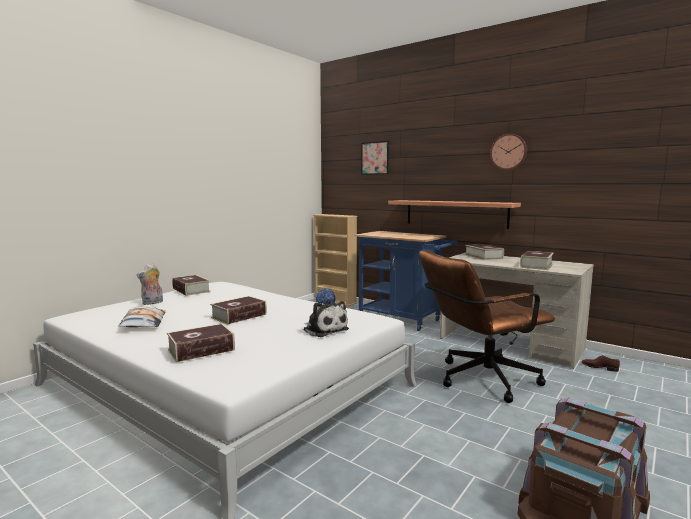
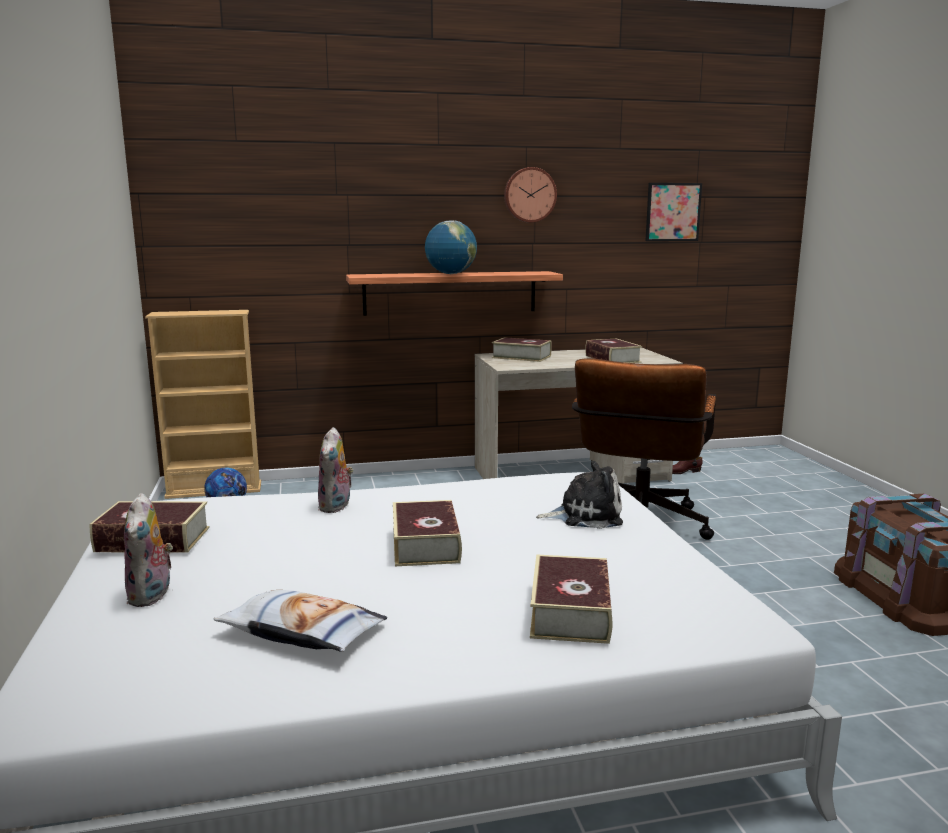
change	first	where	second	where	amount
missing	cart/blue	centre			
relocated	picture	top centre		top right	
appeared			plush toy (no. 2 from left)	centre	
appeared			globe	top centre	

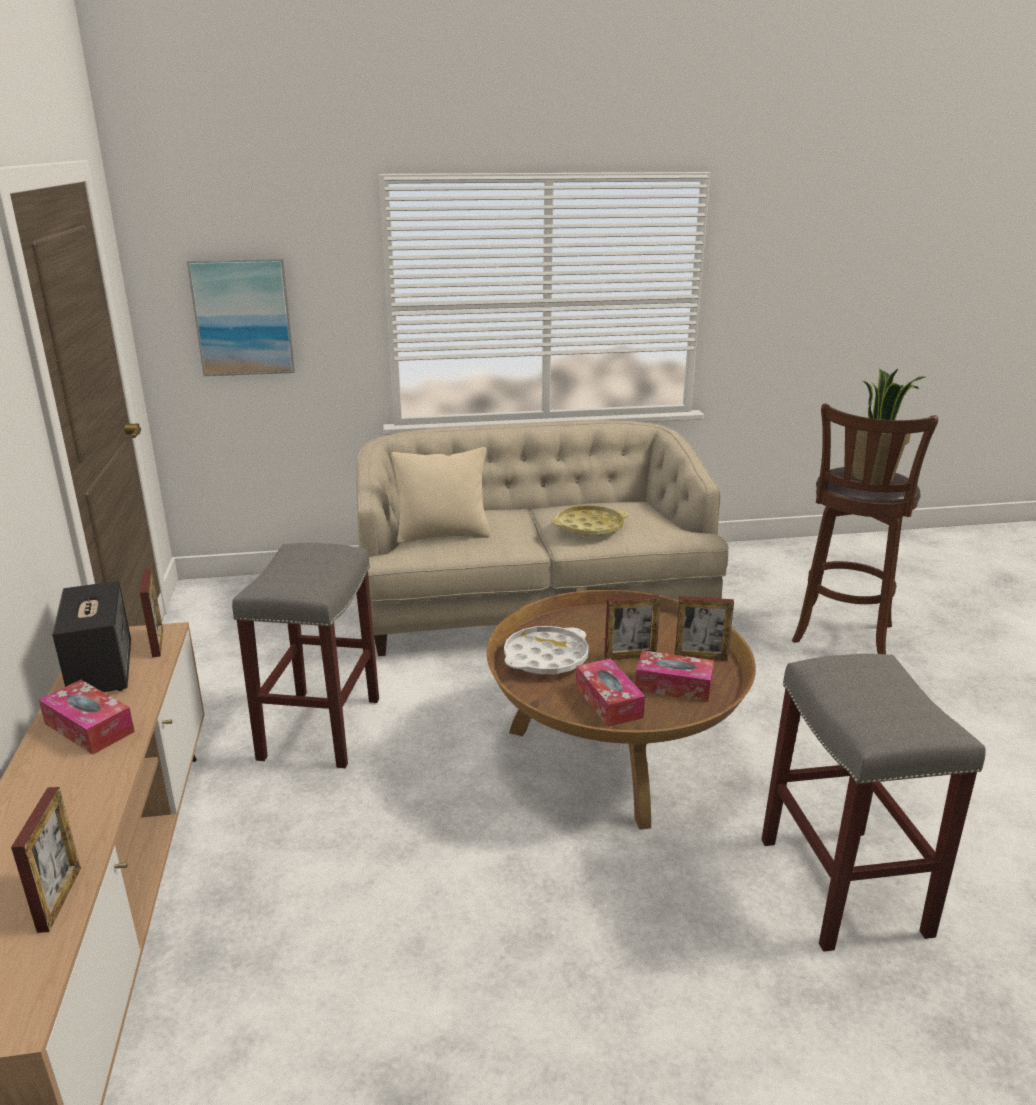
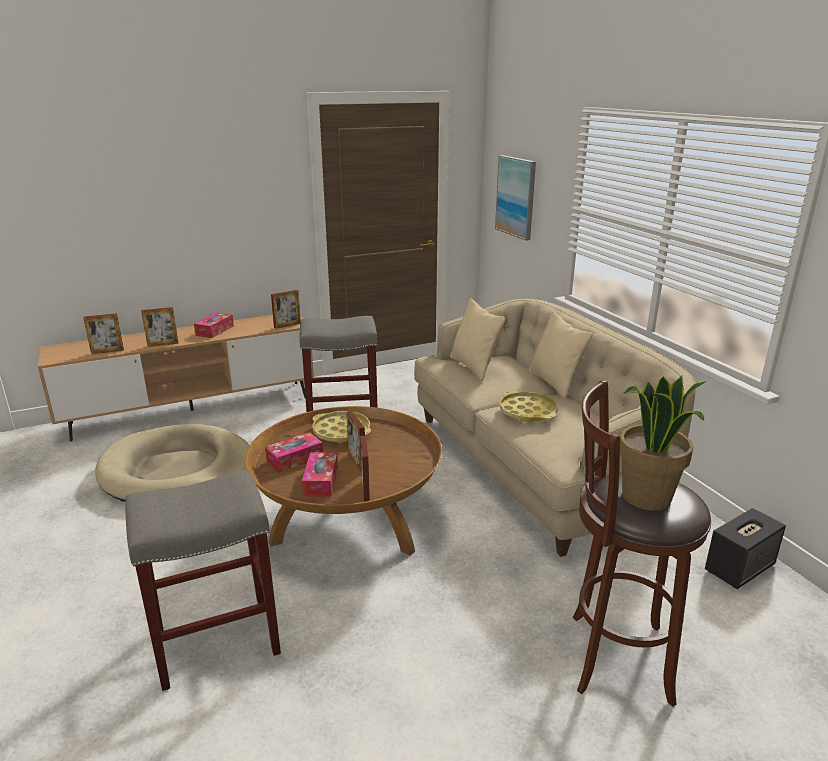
change	first	where	second	where	amount
relocated	speaker	middle left		bottom right	
colour	tray/white	centre	tray/yellow (no. 1 from left)	centre	
appeared			dog bed/beige	middle left	
appeared			picture frame (no. 2 from left)	middle left	
appeared			pillow/beige (no. 2 from left)	middle right	

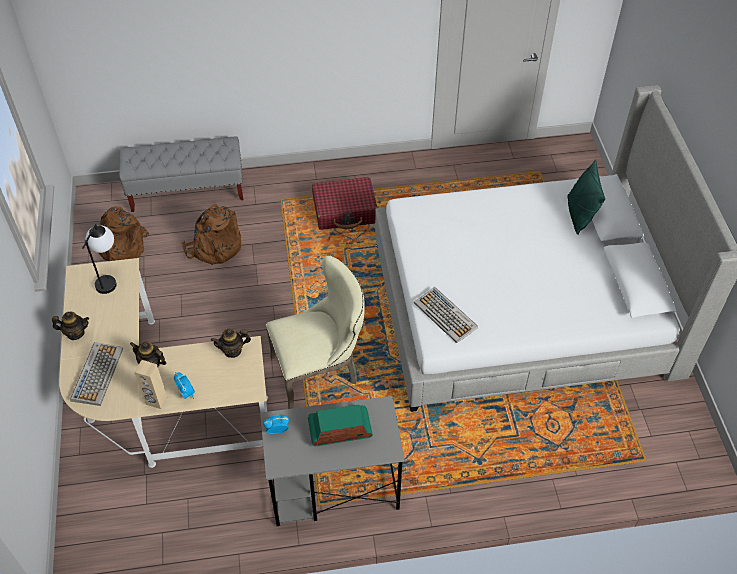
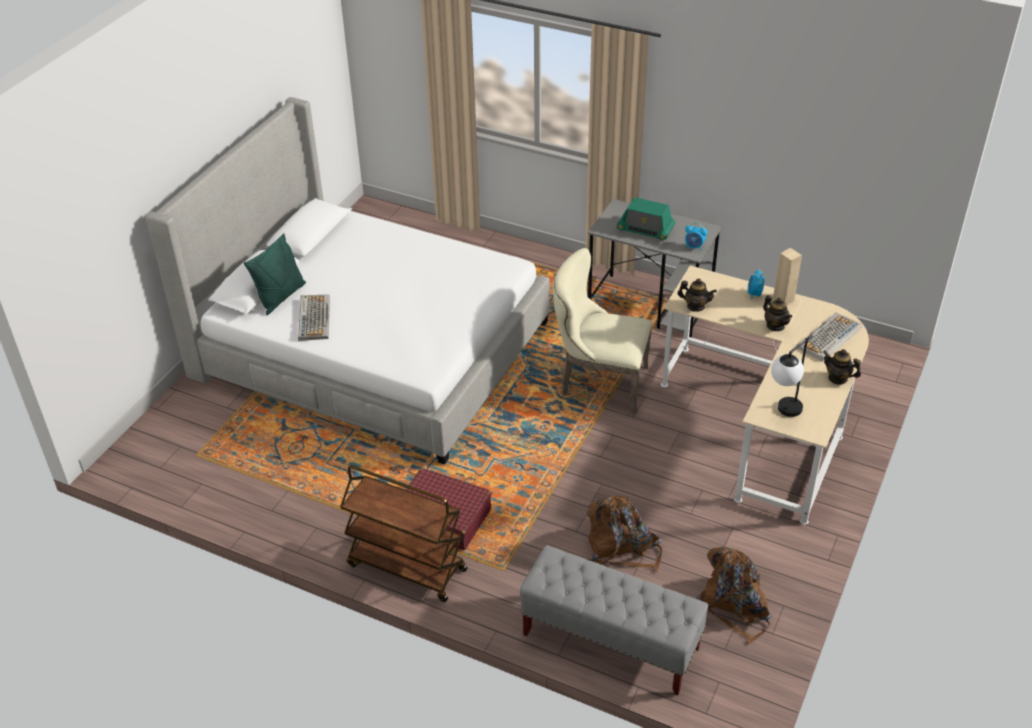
change	first	where	second	where	amount
relocated	keyboard (no. 2 from left in the first image)	centre	keyboard (no. 1 from left)	middle left	
appeared			cart/brown	bottom centre	

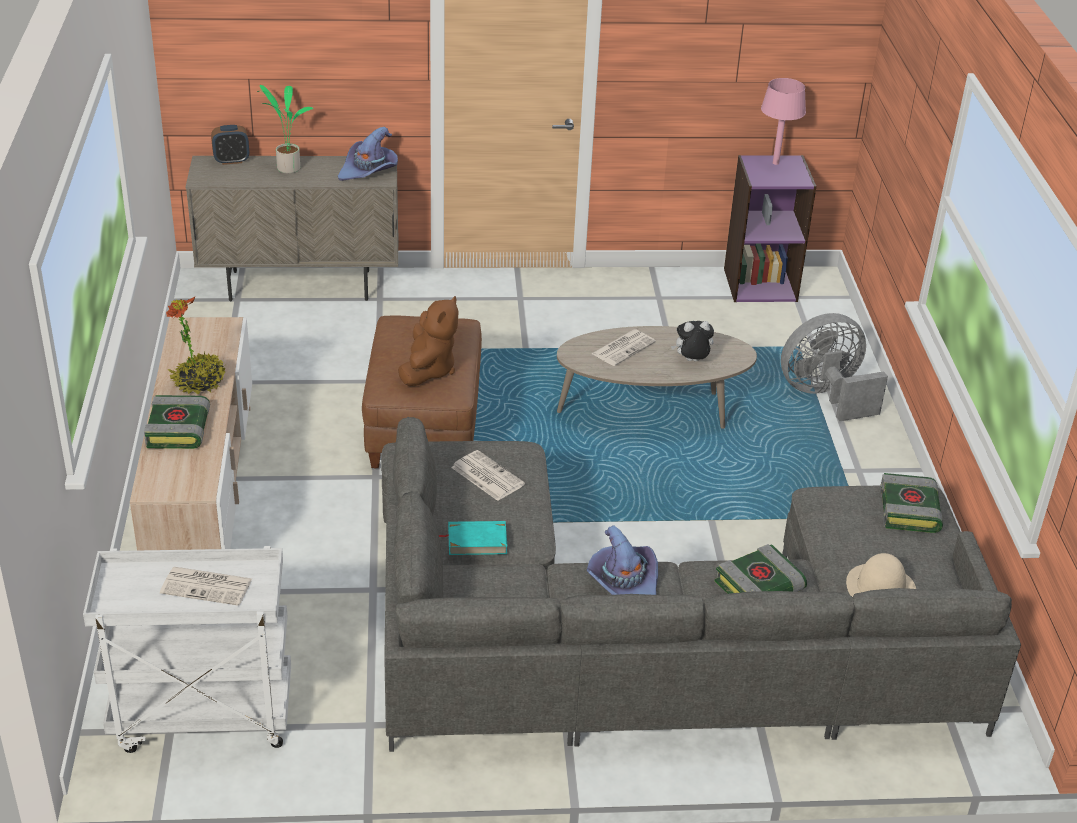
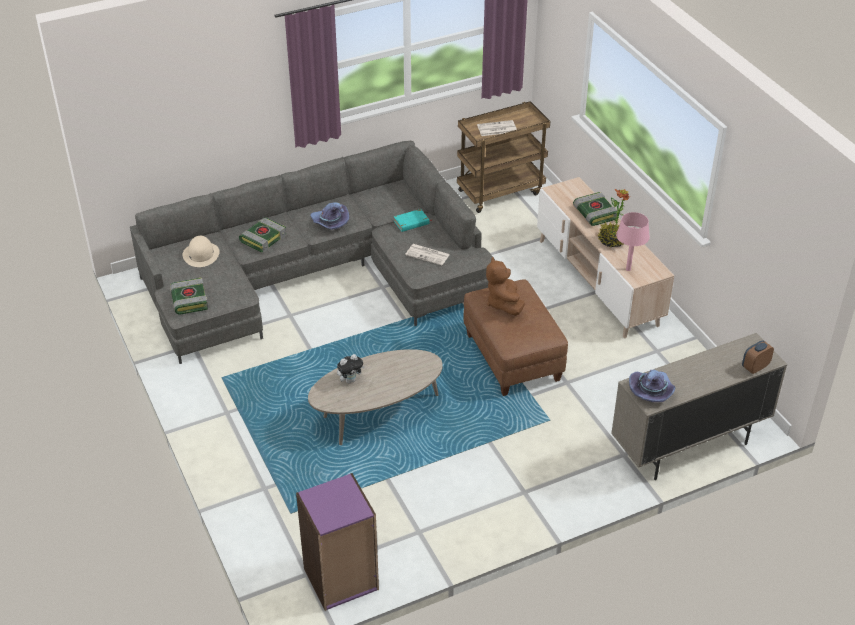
change	first	where	second	where	amount
colour	cart/white	bottom left	cart/brown	top centre	
missing	potted plant (no. 2 from left)	top left			
missing	newspaper (no. 3 from left)	centre			
relocated	table lamp/pink	top right		middle right	
missing	fan/grey	middle right			

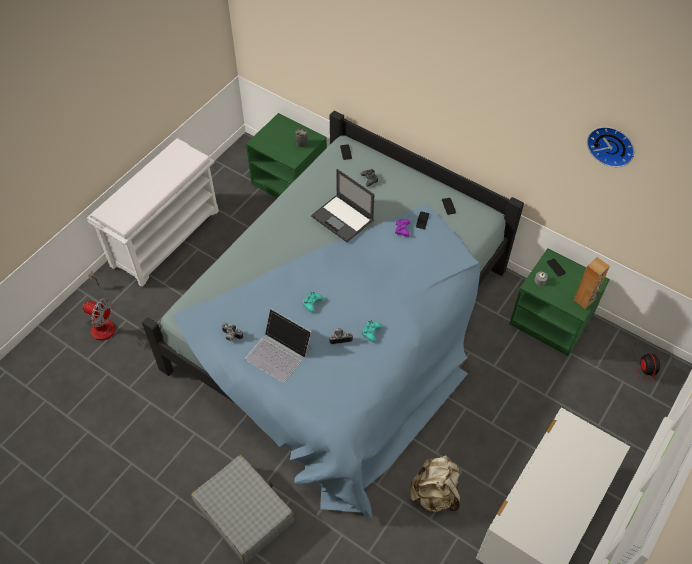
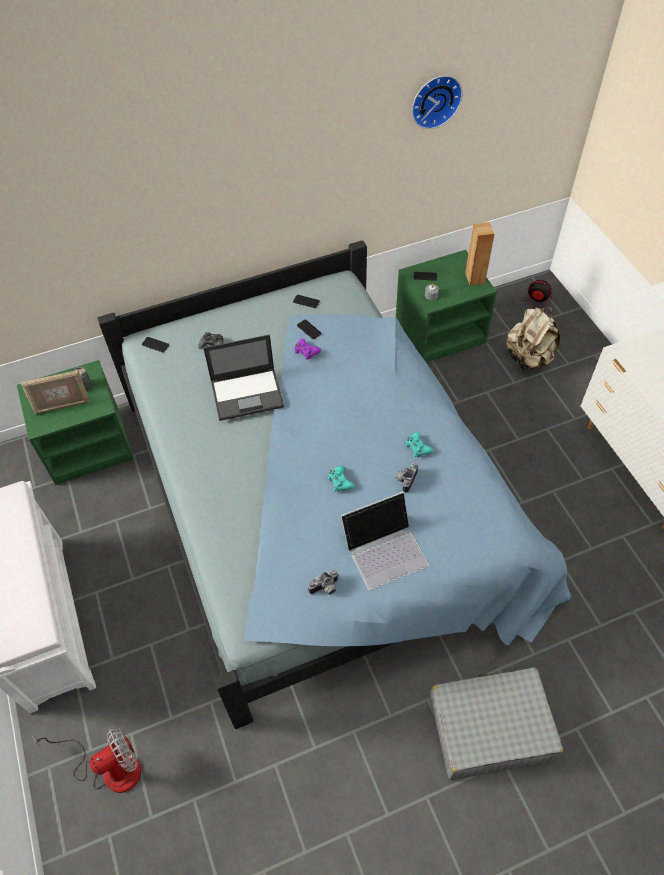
change	first	where	second	where	amount
relocated	backpack/beige	bottom centre		middle right	
appeared			picture frame	middle left	

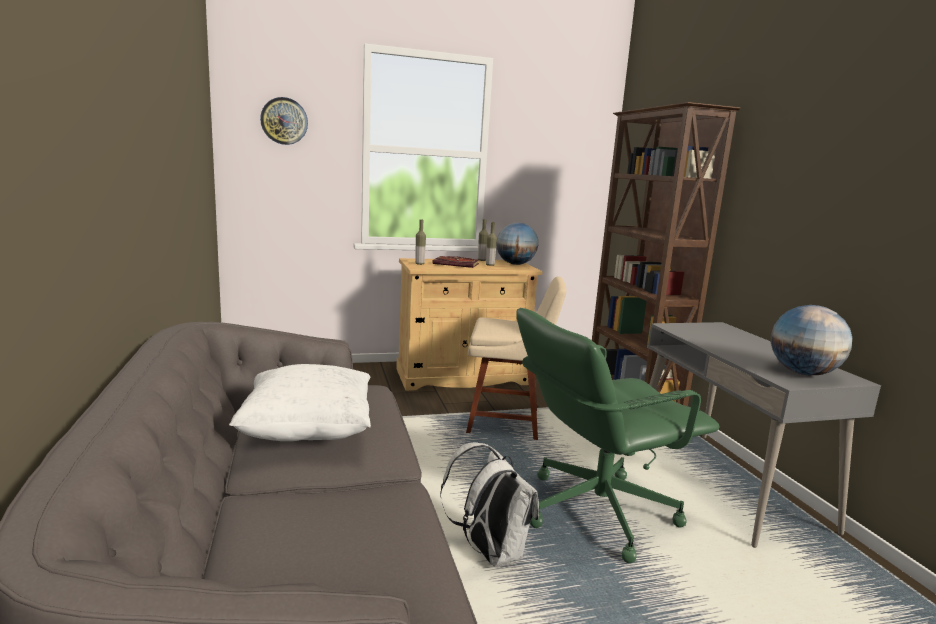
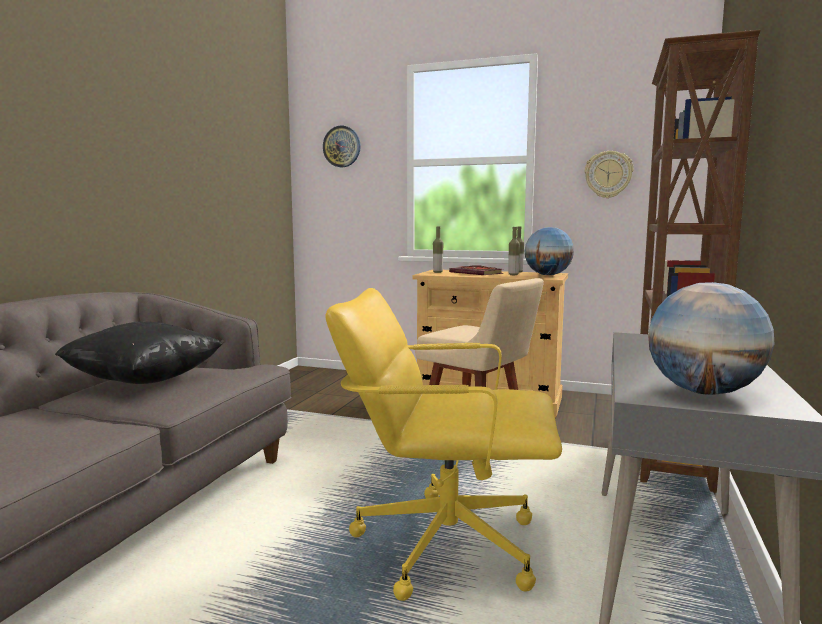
change	first	where	second	where	amount
colour	pillow/white	middle left	pillow/black	middle left	
missing	backpack/white	bottom centre			
colour	office chair/green	bottom centre	office chair/yellow	bottom centre	
appeared			wall clock (no. 2 from left)	top right	

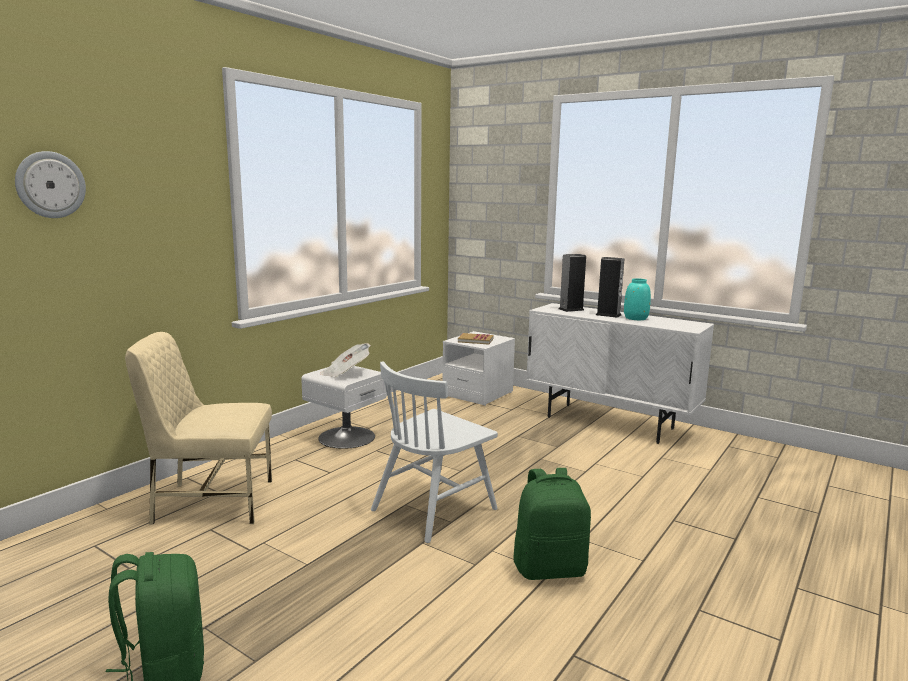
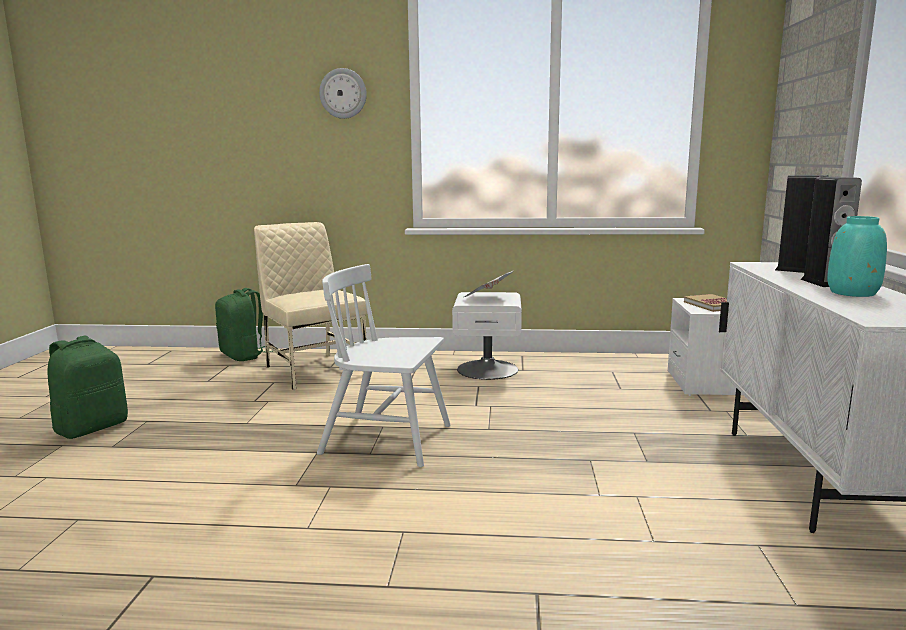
change	first	where	second	where	amount
relocated	wall clock	top left		top centre	
relocated	backpack/green (no. 2 from left)	bottom centre		middle left	

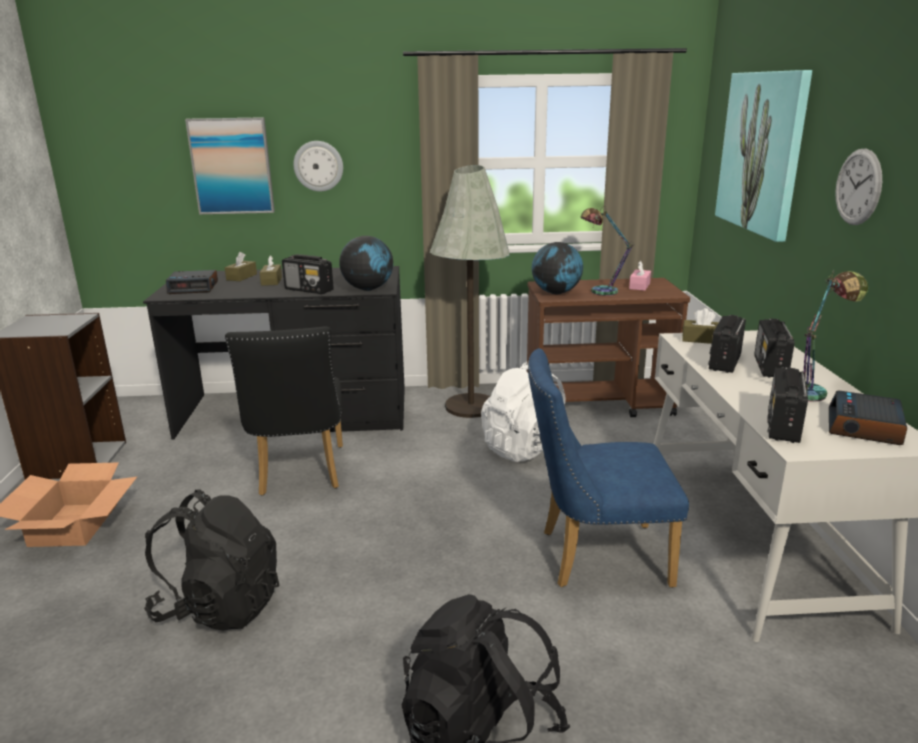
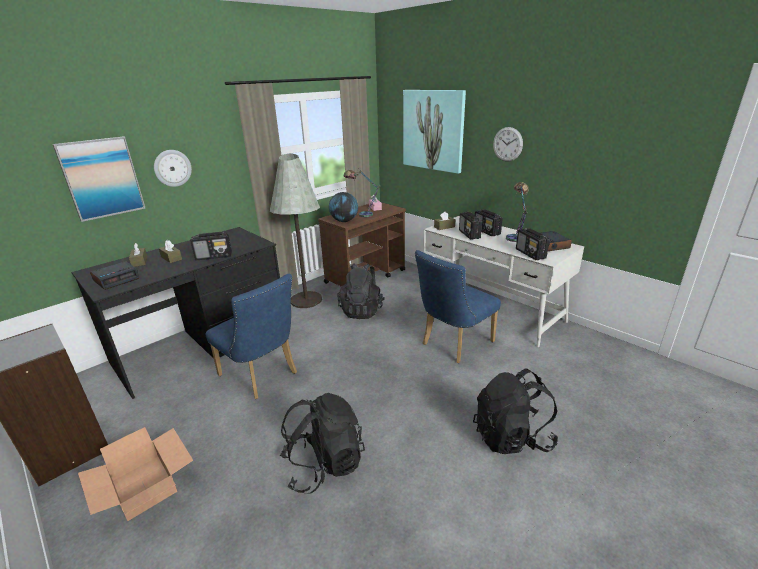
change	first	where	second	where	amount
colour	chair/black	middle left	chair/blue (no. 1 from left)	middle left	
missing	globe (no. 1 from left)	centre			
colour	backpack/white	centre	backpack/black (no. 2 from left)	centre	

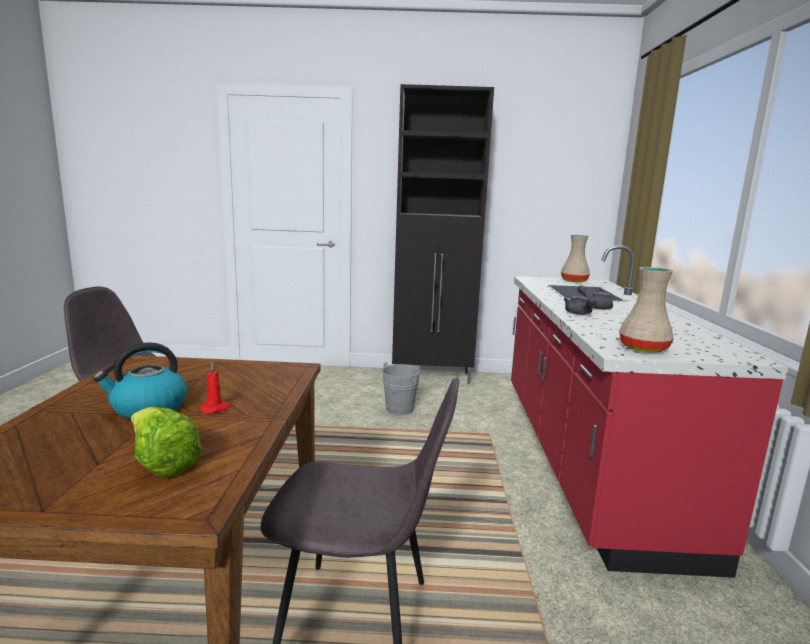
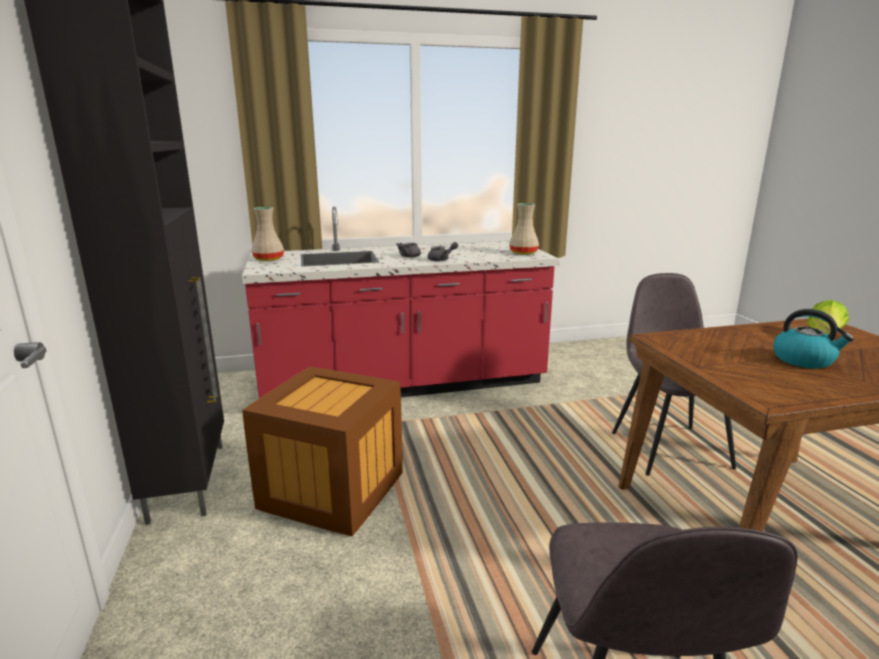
change	first	where	second	where	amount
missing	candle/red	middle left			
exchanged	bucket/grey	centre	crate	bottom centre	

